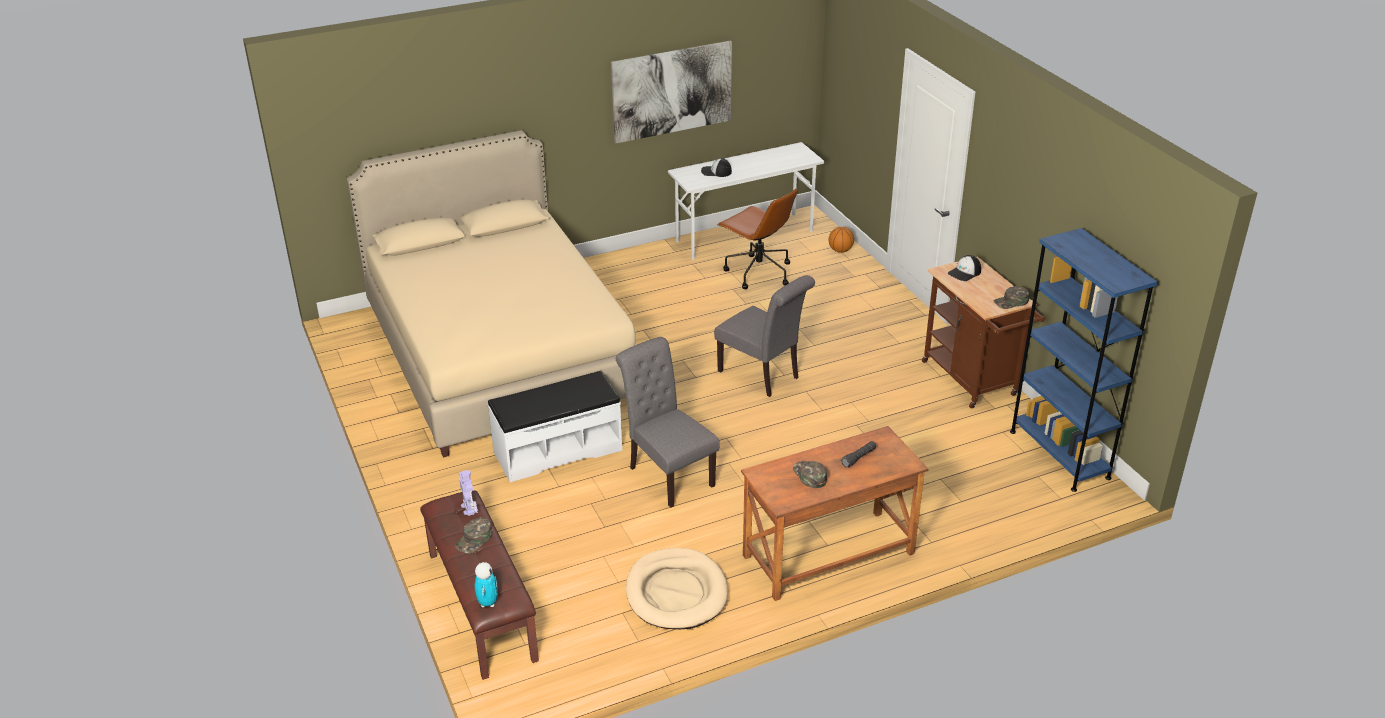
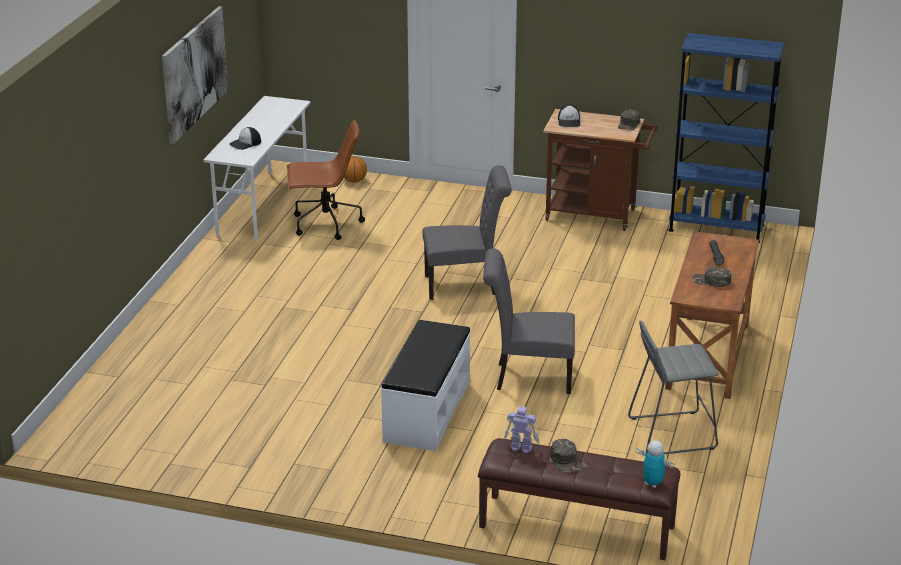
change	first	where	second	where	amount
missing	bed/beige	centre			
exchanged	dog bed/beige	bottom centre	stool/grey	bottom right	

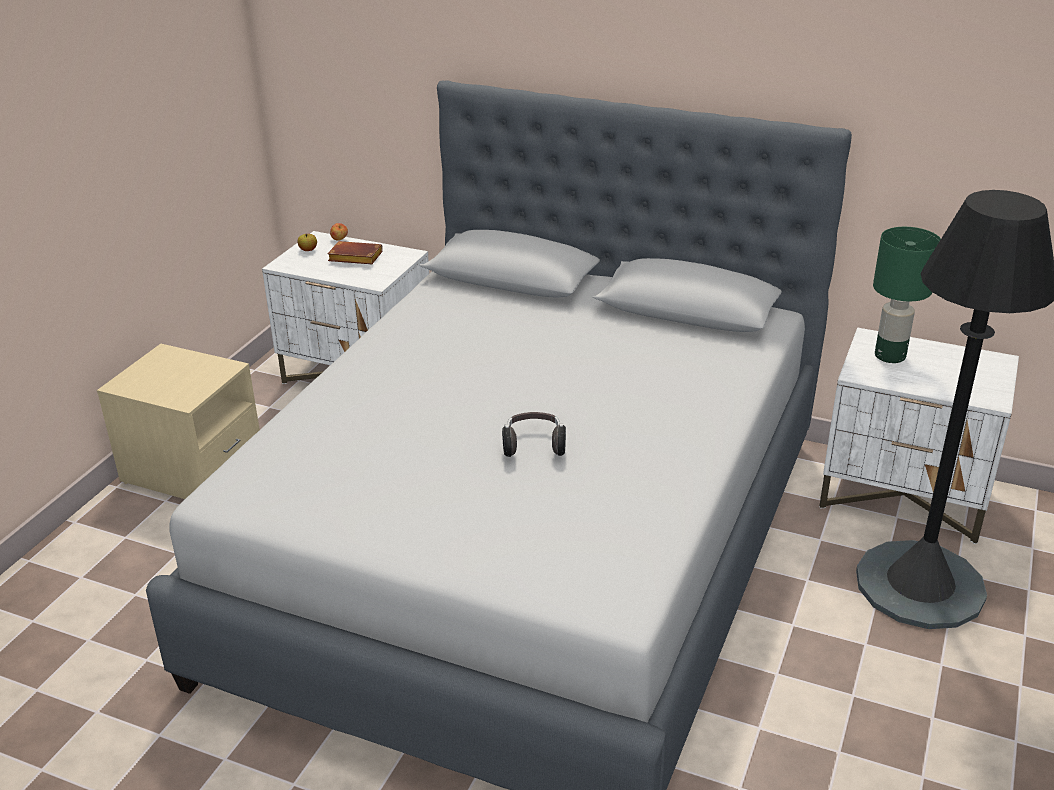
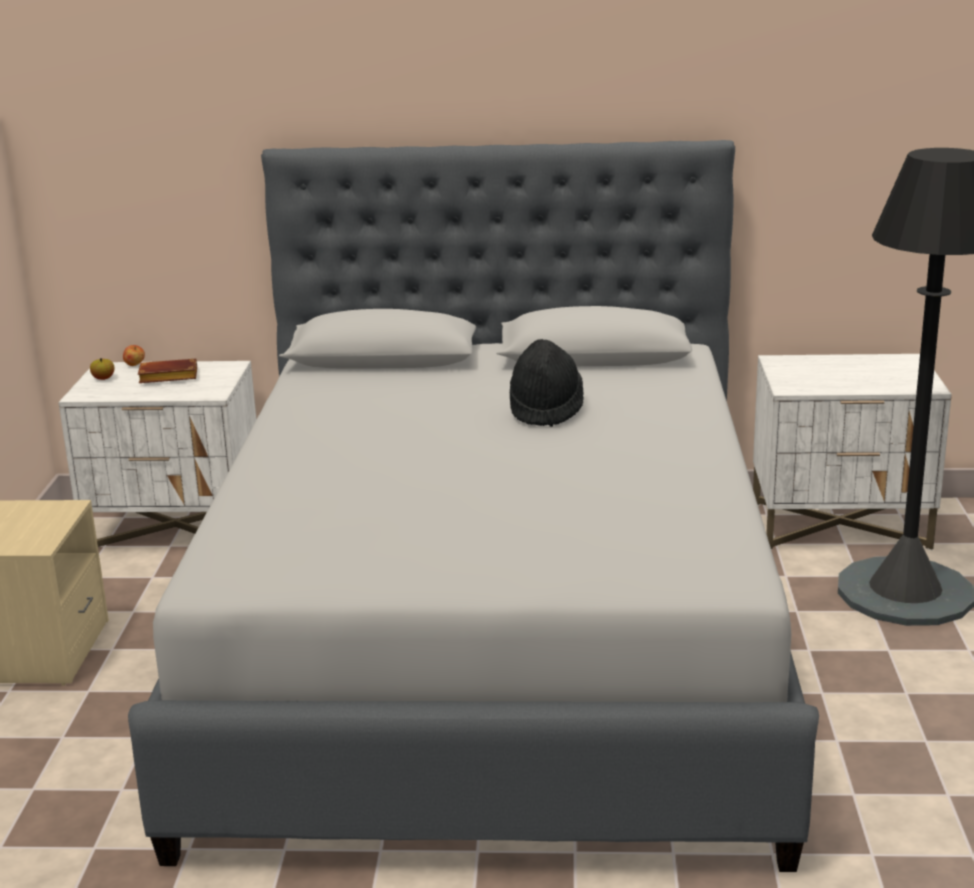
change	first	where	second	where	amount
missing	headphones	centre			
missing	table lamp/green	middle right			
appeared			hat/black	centre	

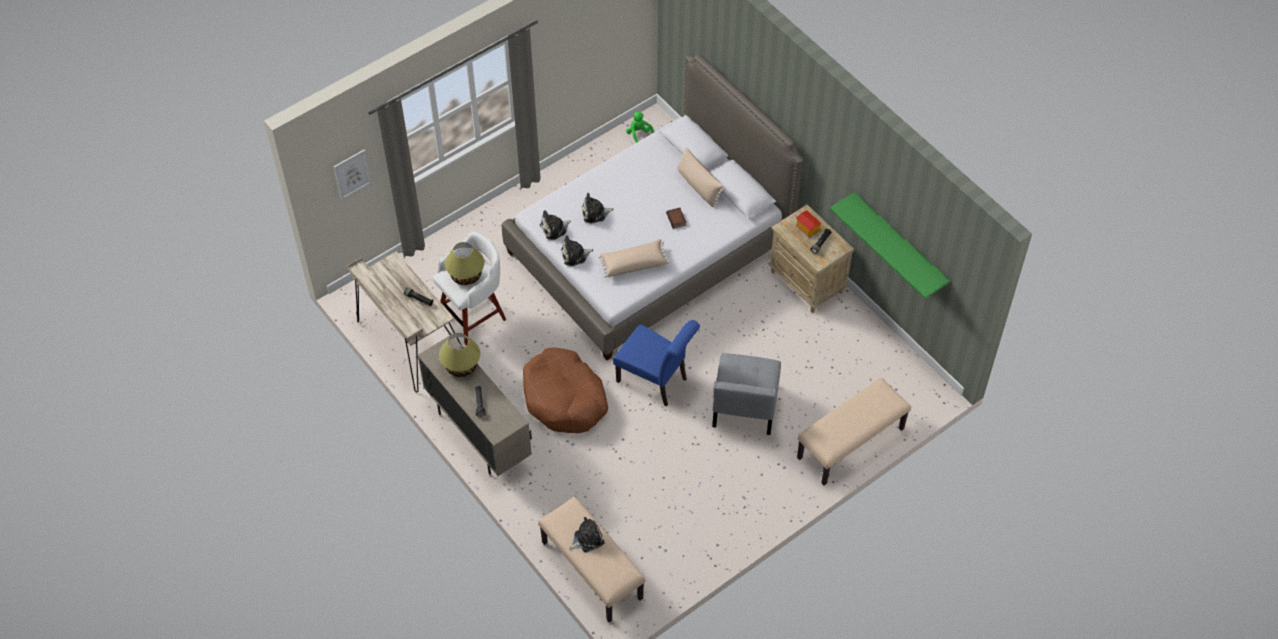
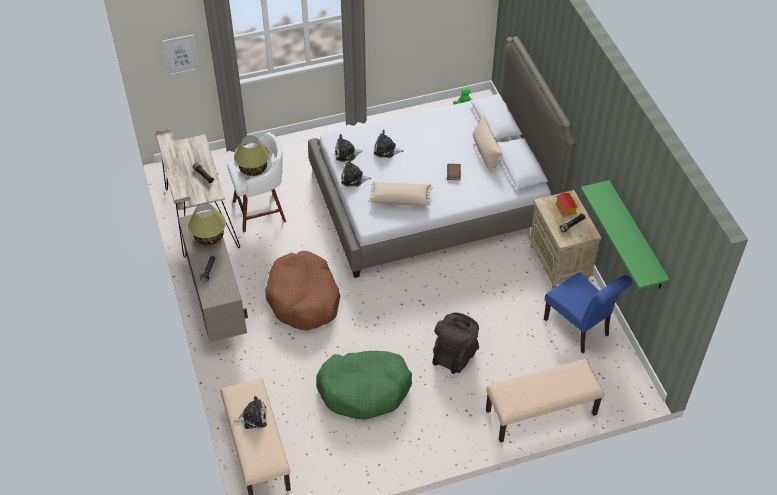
change	first	where	second	where	amount
relocated	chair/blue	centre		middle right	
exchanged	chair/grey	centre	backpack/black	bottom centre	
appeared			dog bed/green	bottom centre	

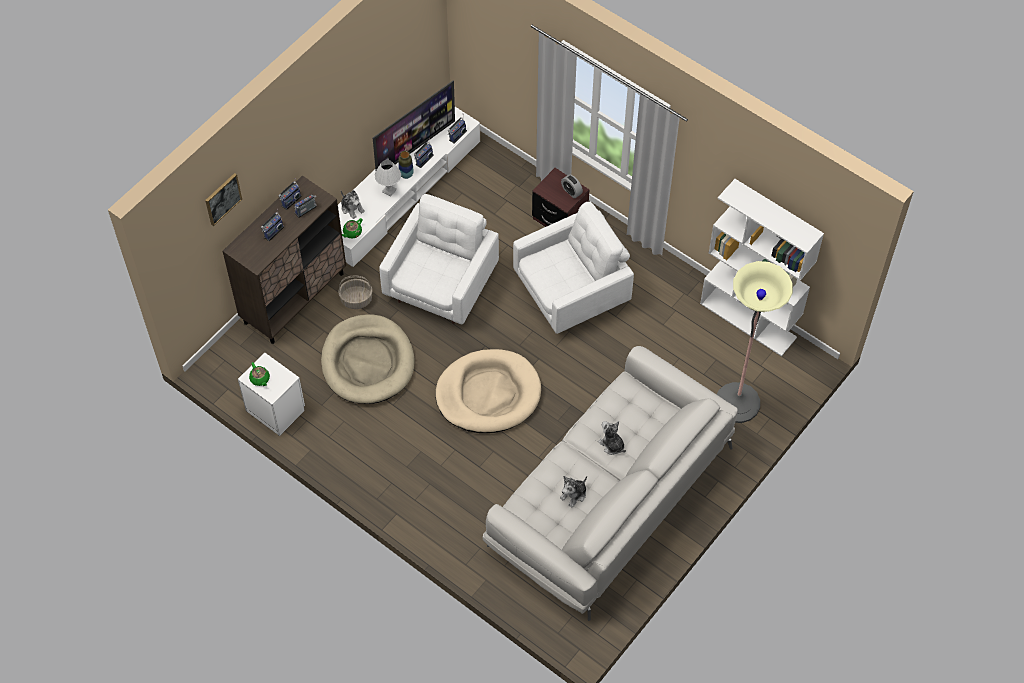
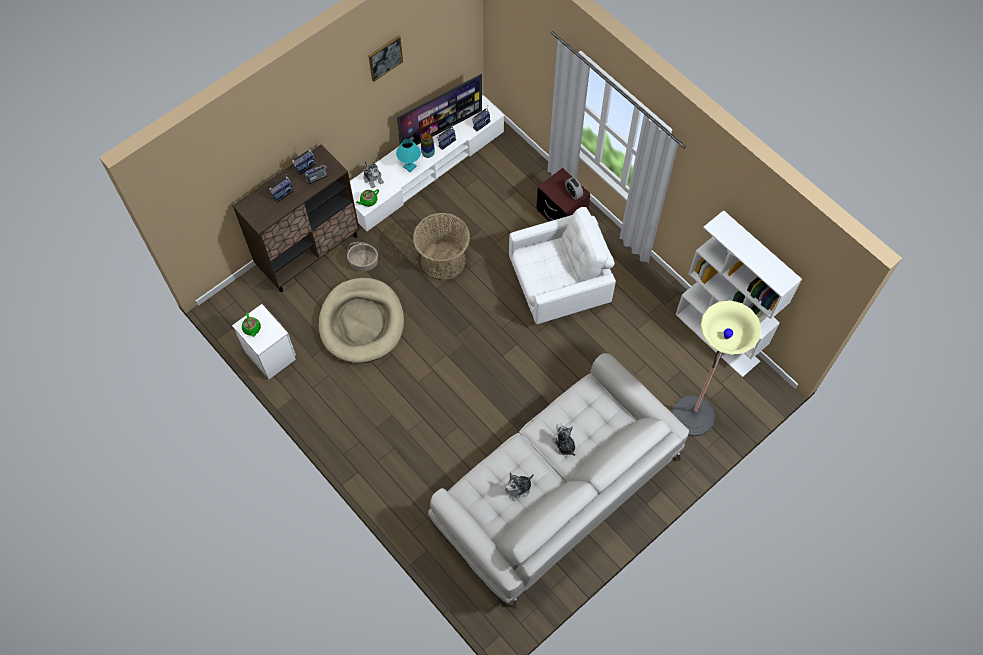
change	first	where	second	where	amount
relocated	picture	top left		top centre	
colour	table lamp/white	top centre	table lamp/turquoise	top centre	
exchanged	armchair/white (no. 1 from left)	centre	basket (no. 2 from left)	centre	
missing	dog bed/beige (no. 2 from left)	centre			

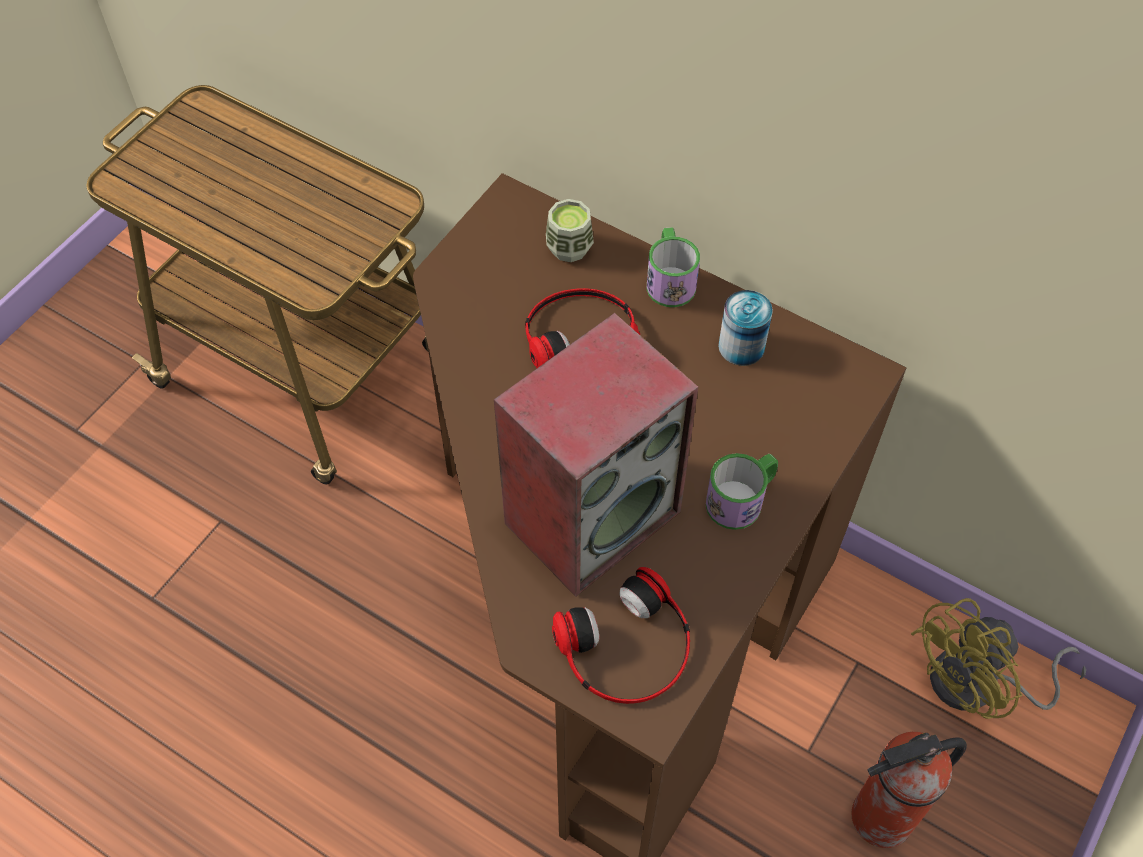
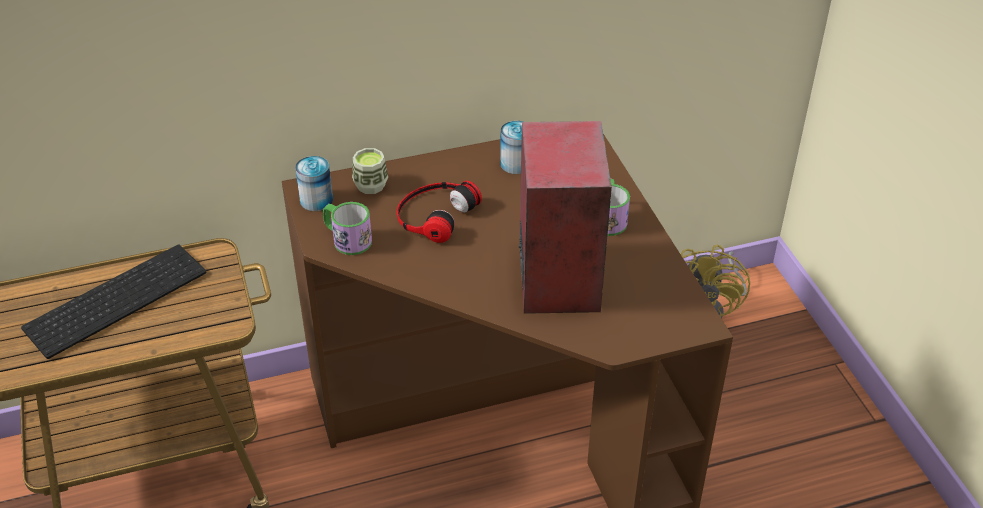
change	first	where	second	where	amount
missing	headphones (no. 2 from left)	bottom centre			
relocated	mug (no. 1 from left)	top centre		centre	
missing	fire extinguisher	bottom right			
appeared			keyboard	middle left	
appeared			can (no. 1 from left)	middle left	

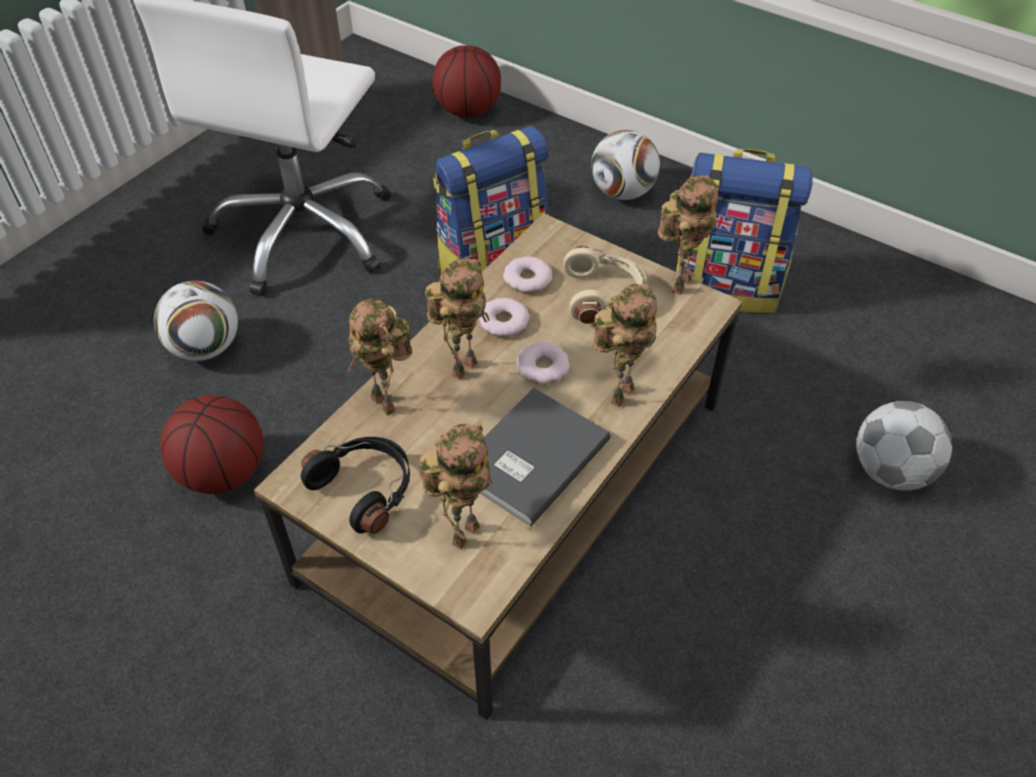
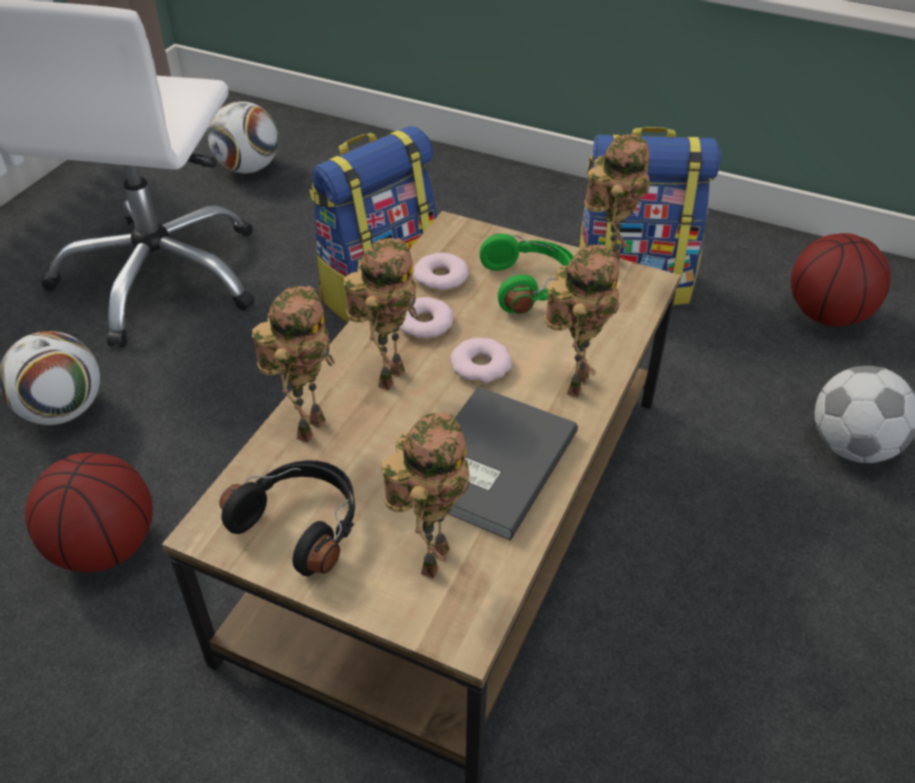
change	first	where	second	where	amount
spun	toy robot (no. 1 from left)	centre		middle left	105 degrees counterclockwise
relocated	basketball (no. 2 from left)	top centre		middle right	
colour	headphones/beige	centre	headphones/green	centre	
relocated	football (no. 2 from left)	top centre		top left	

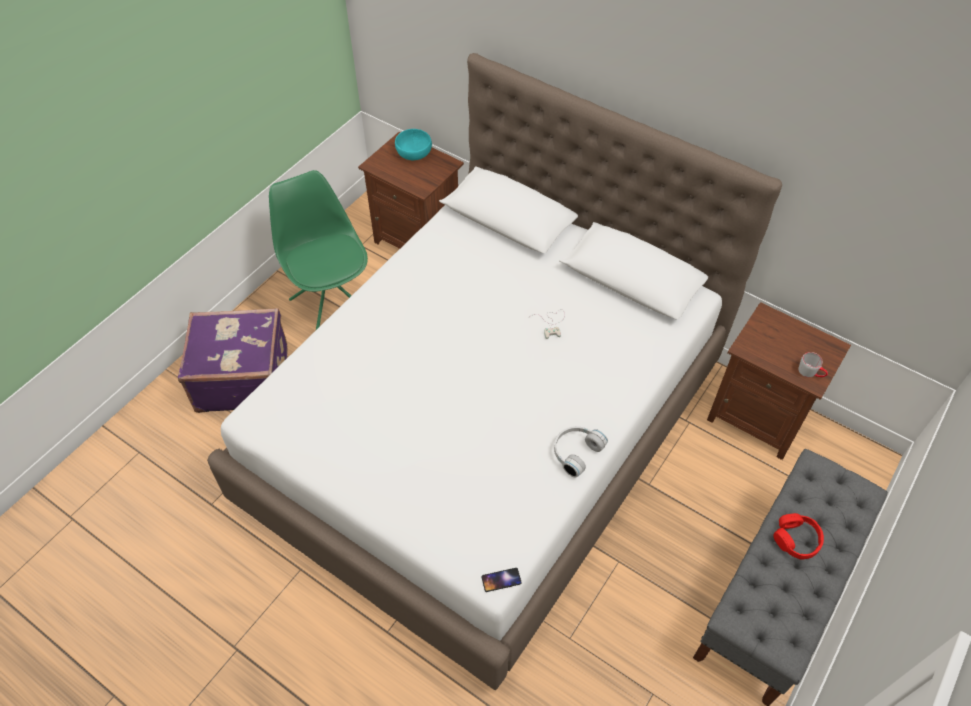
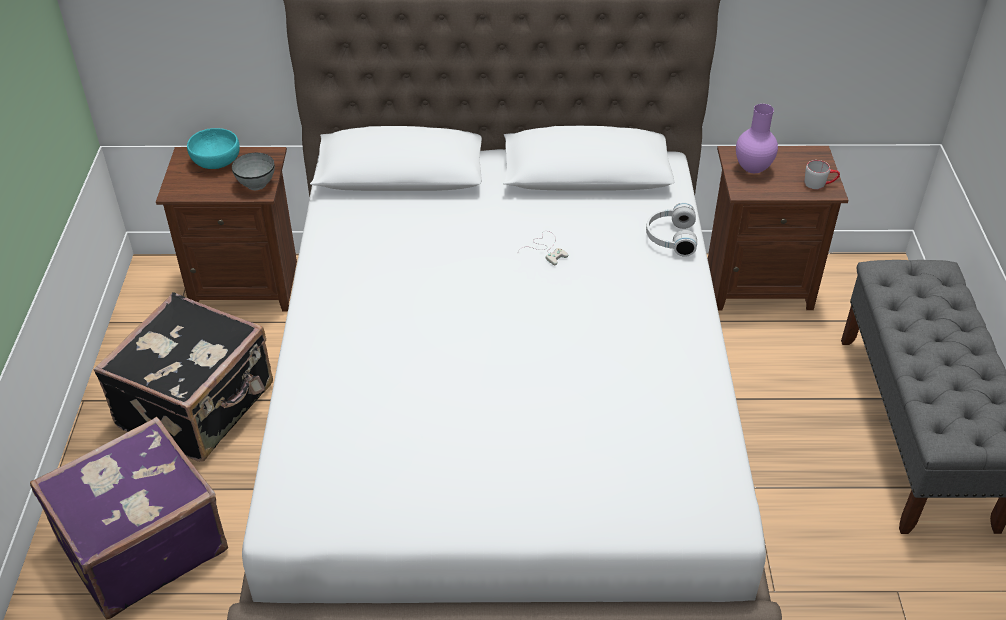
change	first	where	second	where	amount
exchanged	chair/green	middle left	suitcase/black	middle left	
missing	phone	bottom centre			
relocated	headphones/white	centre		middle right	
missing	headphones/red	bottom right			
appeared			bowl/grey	top left	
appeared			vase/purple	top right	

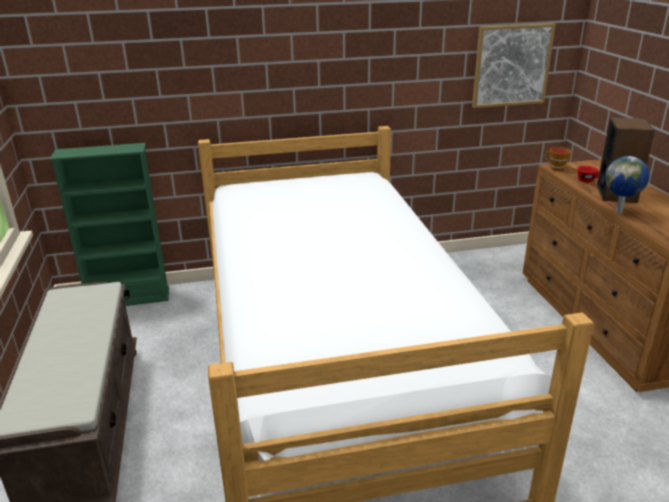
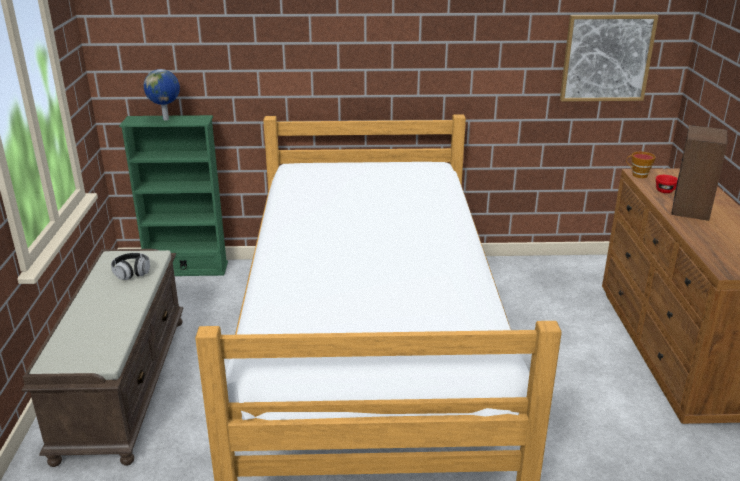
change	first	where	second	where	amount
relocated	globe	middle right		top left	
appeared			headphones	middle left	

